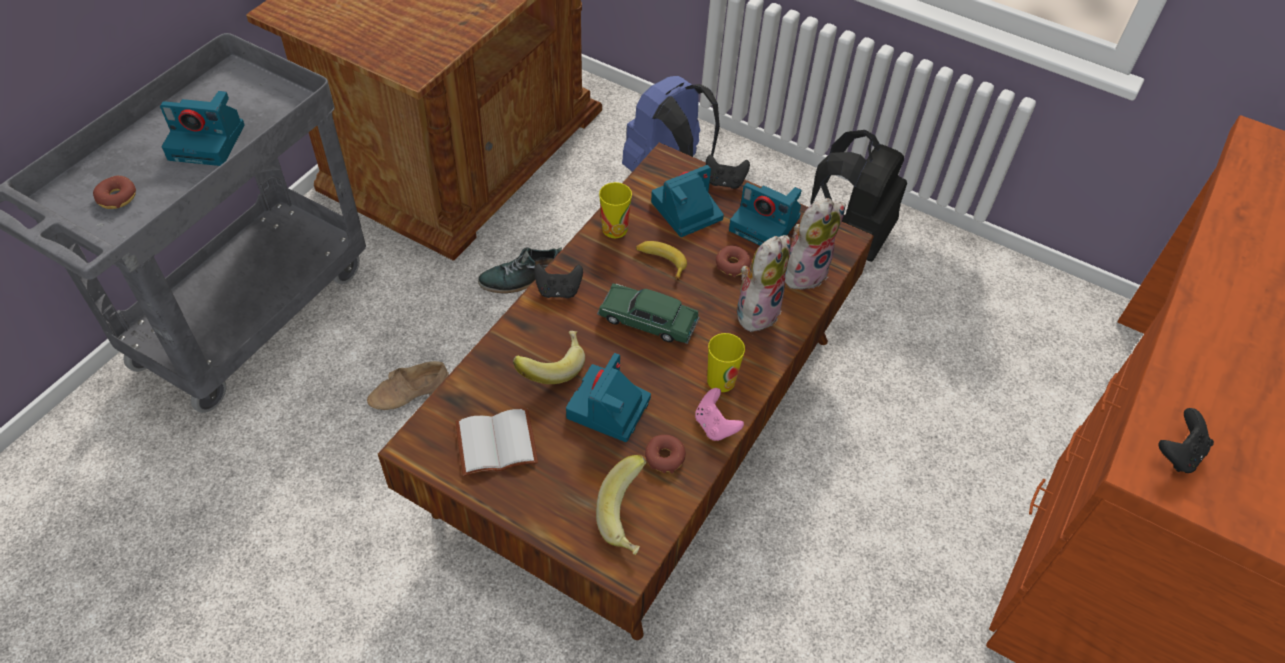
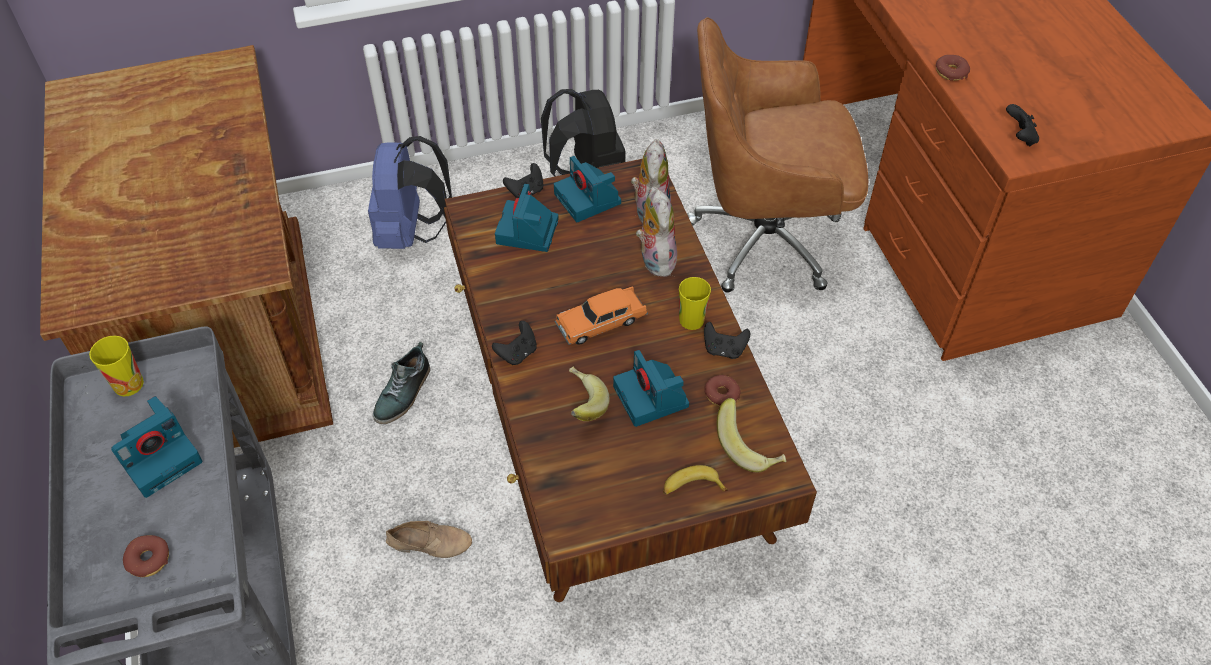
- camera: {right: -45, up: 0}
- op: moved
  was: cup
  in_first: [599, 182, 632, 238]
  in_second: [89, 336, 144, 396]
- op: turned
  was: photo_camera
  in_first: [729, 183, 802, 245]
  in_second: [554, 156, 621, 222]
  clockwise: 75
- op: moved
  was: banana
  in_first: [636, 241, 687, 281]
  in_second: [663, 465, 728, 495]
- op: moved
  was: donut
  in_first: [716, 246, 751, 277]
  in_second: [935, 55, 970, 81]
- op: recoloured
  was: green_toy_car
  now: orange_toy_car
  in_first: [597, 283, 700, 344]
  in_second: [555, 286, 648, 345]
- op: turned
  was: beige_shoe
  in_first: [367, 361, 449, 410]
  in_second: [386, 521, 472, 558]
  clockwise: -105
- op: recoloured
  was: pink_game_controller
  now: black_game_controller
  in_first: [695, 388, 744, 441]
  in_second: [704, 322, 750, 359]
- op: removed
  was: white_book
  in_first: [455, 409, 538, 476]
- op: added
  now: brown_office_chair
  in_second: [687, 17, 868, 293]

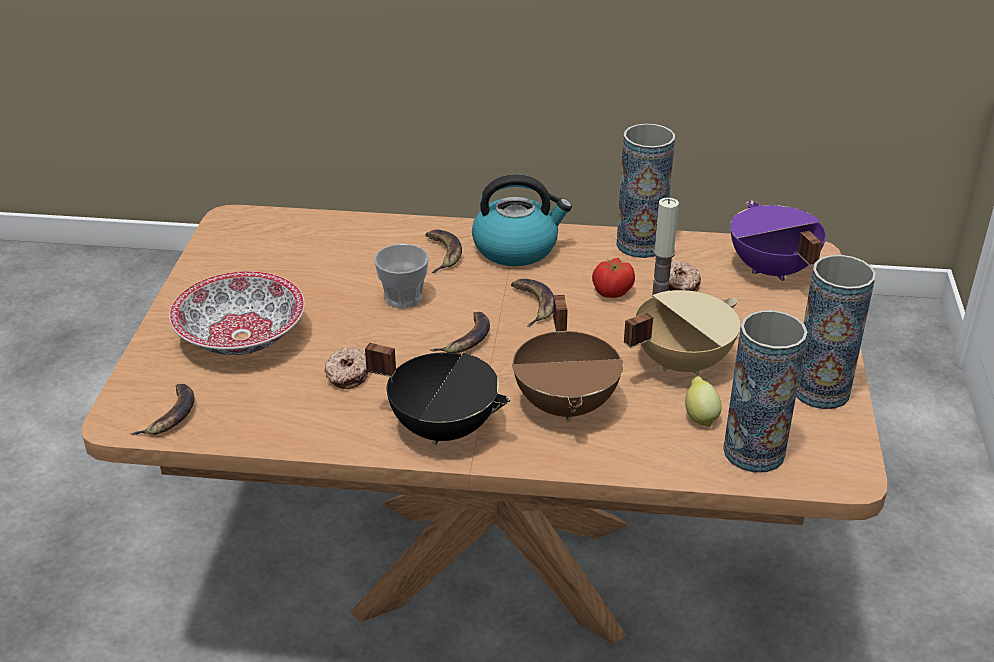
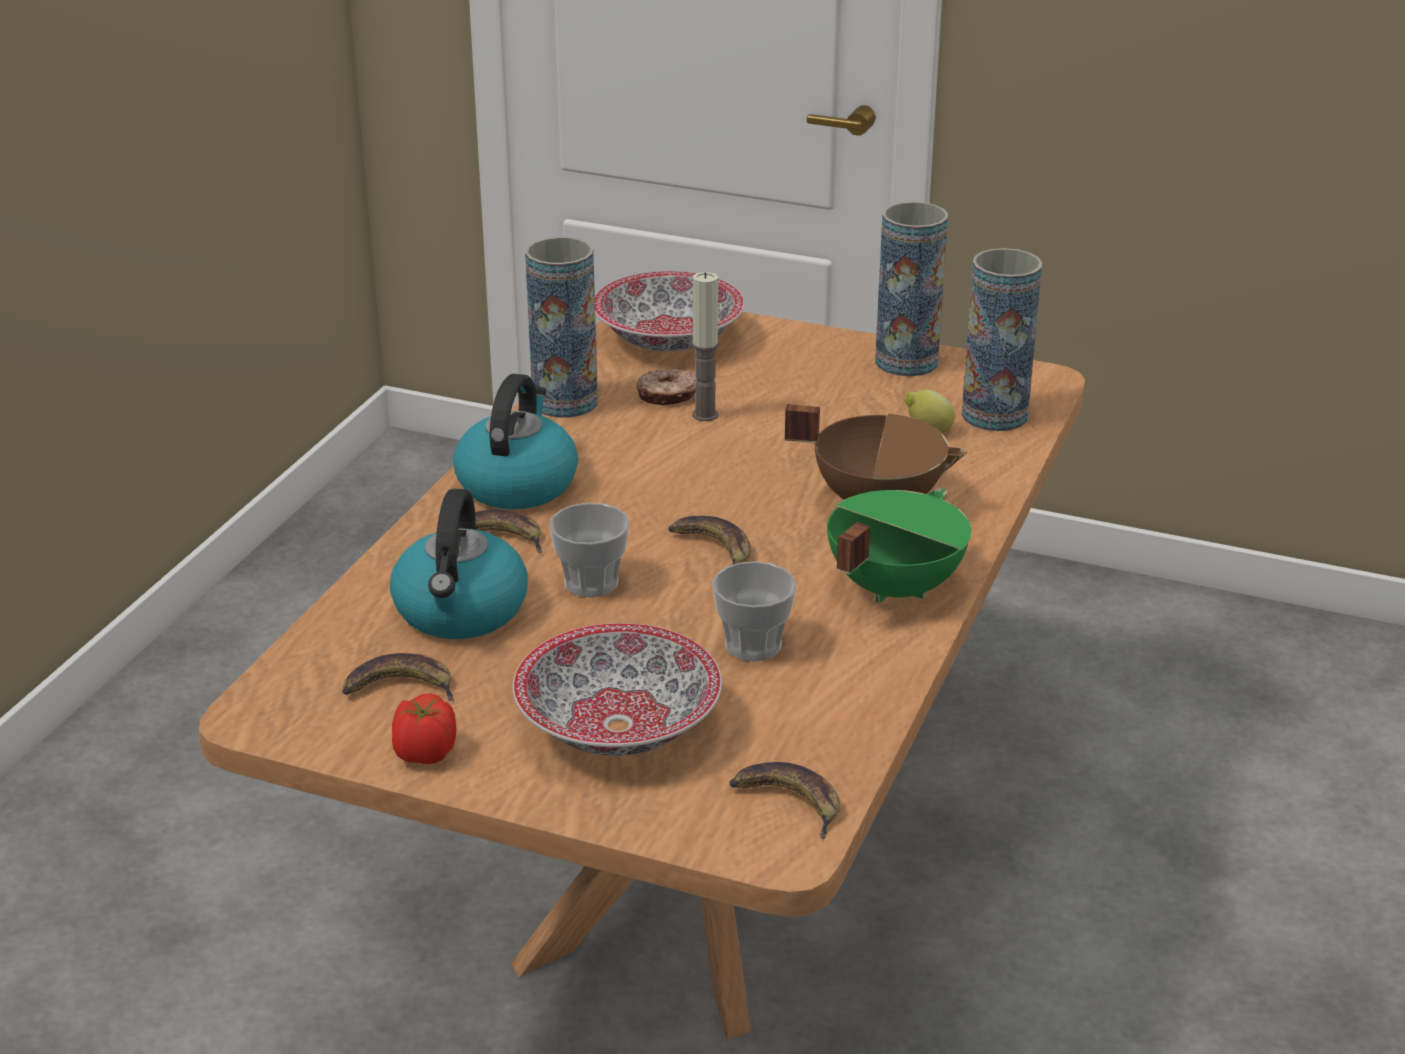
- camera: {right: -75, up: -5}
- op: replaced
  was: purple_cooking_pot
  now: bowl
  in_first: [730, 201, 826, 281]
  in_second: [595, 271, 744, 351]
- op: moved
  was: tomato
  in_first: [592, 258, 635, 298]
  in_second: [392, 693, 456, 764]
- op: moved
  was: banana
  in_first: [511, 279, 554, 327]
  in_second: [342, 653, 454, 701]
- op: removed
  was: beige_cooking_pot
  in_first: [624, 290, 740, 375]
- op: recoloured
  was: black_cooking_pot
  now: green_cooking_pot
  in_first: [365, 343, 510, 445]
  in_second: [827, 488, 971, 603]
- op: replaced
  was: donut
  now: cup
  in_first: [324, 347, 368, 389]
  in_second: [712, 561, 797, 661]
- op: added
  now: kettle
  in_second: [390, 489, 528, 639]

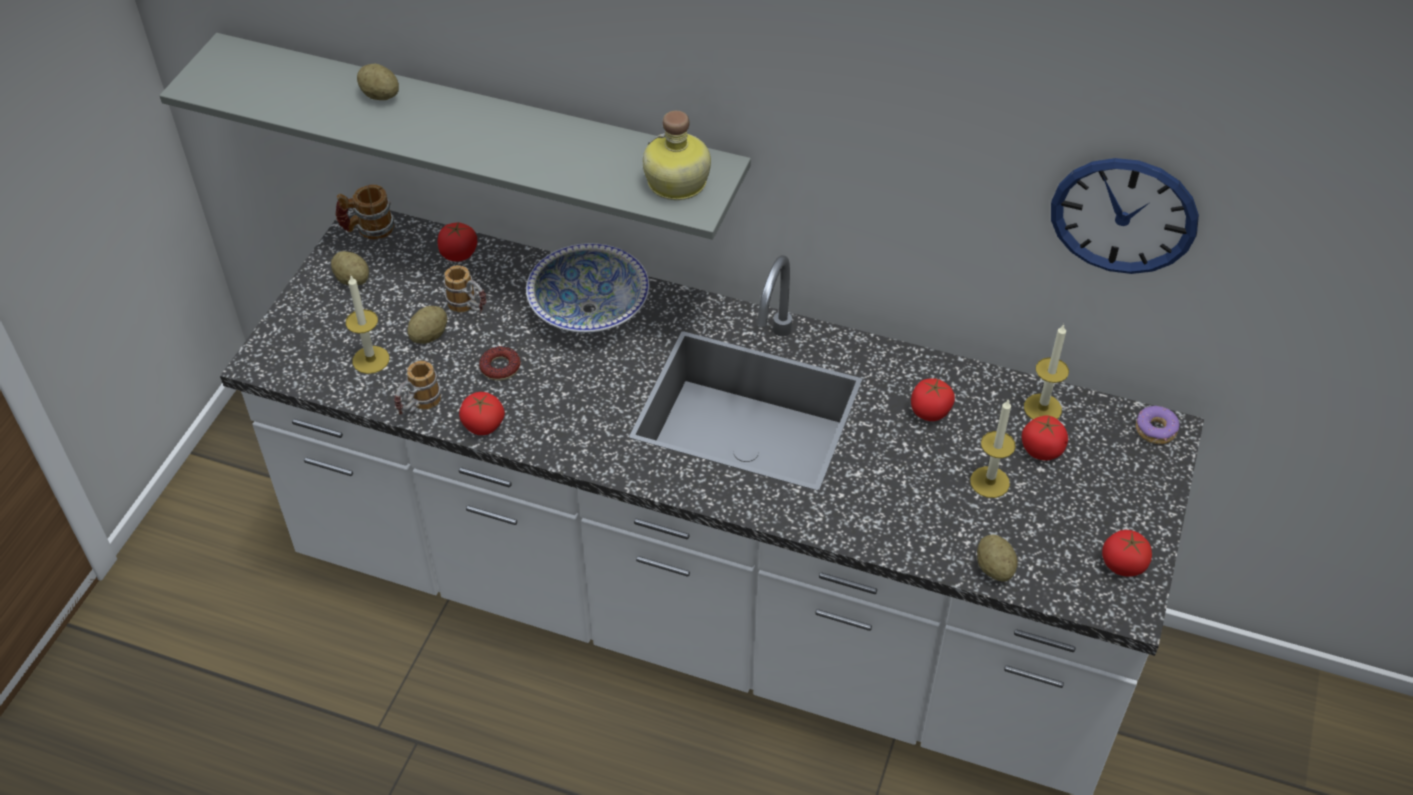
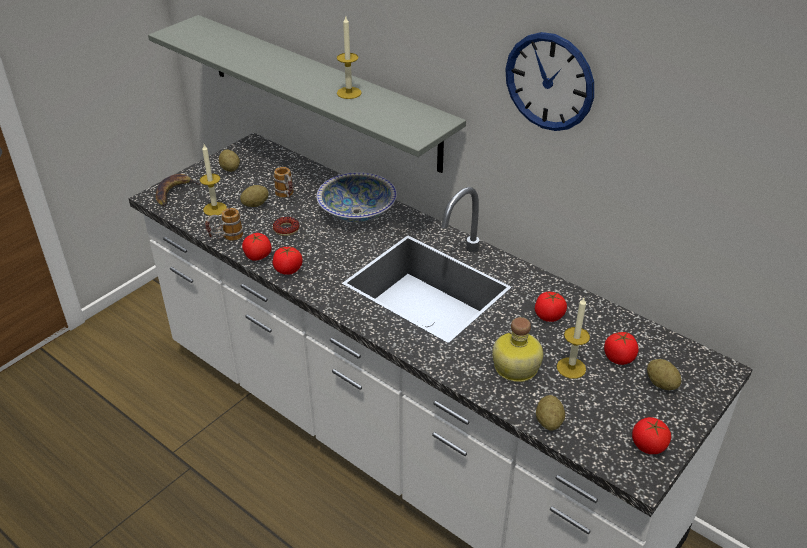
- camera: {right: 20, up: -10}
- op: moved
  was: potato
  in_first: [357, 64, 399, 100]
  in_second: [647, 359, 681, 390]
- op: moved
  was: bottle
  in_first: [643, 111, 711, 200]
  in_second: [492, 317, 543, 382]
- op: moved
  was: wall_clock
  in_first: [1051, 158, 1199, 274]
  in_second: [505, 32, 594, 131]
- op: removed
  was: mug
  in_first: [336, 184, 395, 240]
- op: moved
  was: tomato
  in_first: [438, 222, 477, 262]
  in_second: [272, 247, 303, 275]
- op: moved
  was: candle
  in_first: [1024, 324, 1069, 420]
  in_second: [337, 16, 362, 99]
- op: removed
  was: donut
  in_first: [1136, 406, 1180, 444]
- op: added
  now: banana
  in_second: [156, 174, 202, 206]

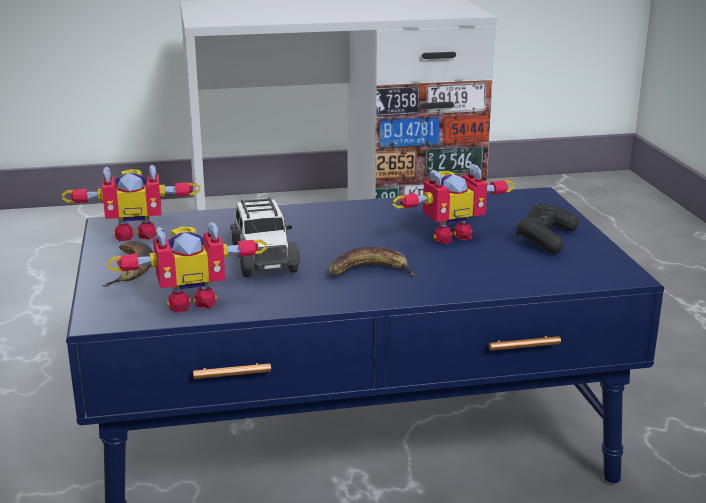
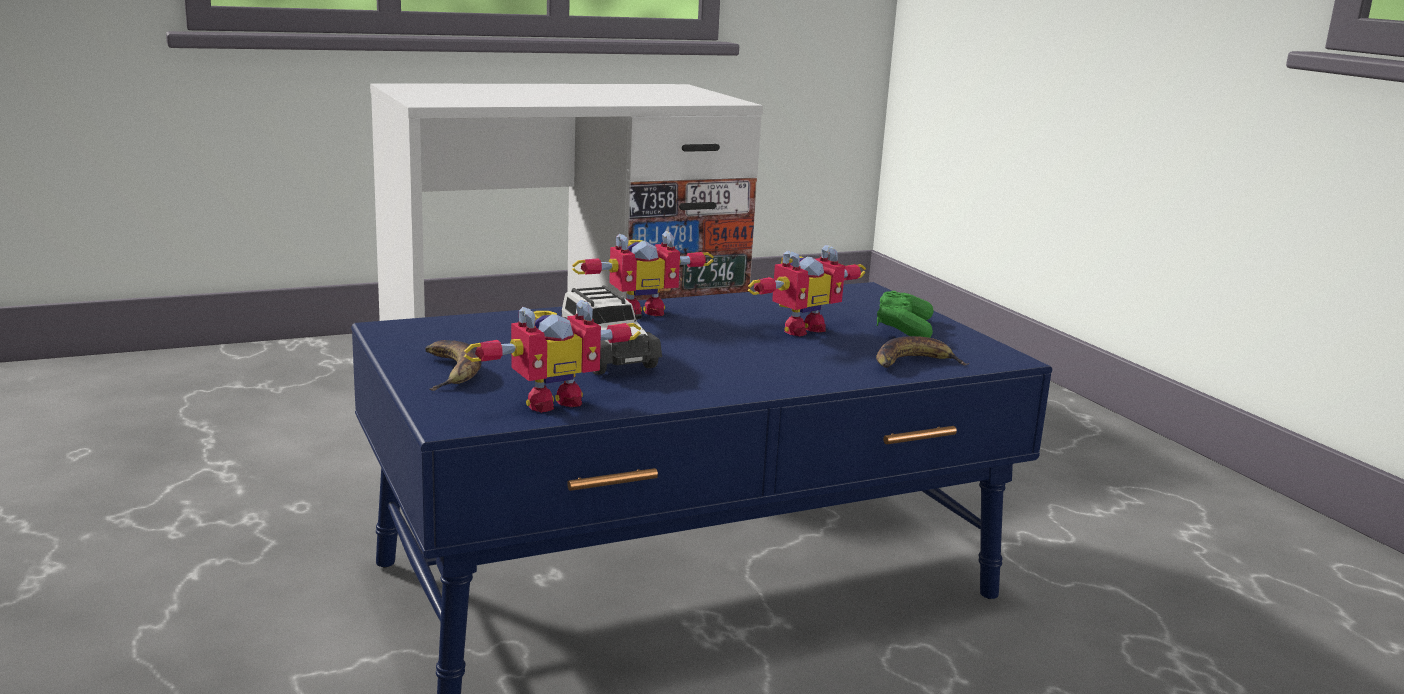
- camera: {right: -15, up: -5}
- op: moved
  was: toy_robot
  in_first: [61, 164, 201, 241]
  in_second: [572, 231, 714, 316]
- op: recoloured
  was: black_game_controller
  now: green_game_controller
  in_first: [517, 203, 579, 253]
  in_second: [877, 291, 934, 338]
- op: moved
  was: banana
  in_first: [329, 247, 416, 276]
  in_second: [876, 336, 969, 368]

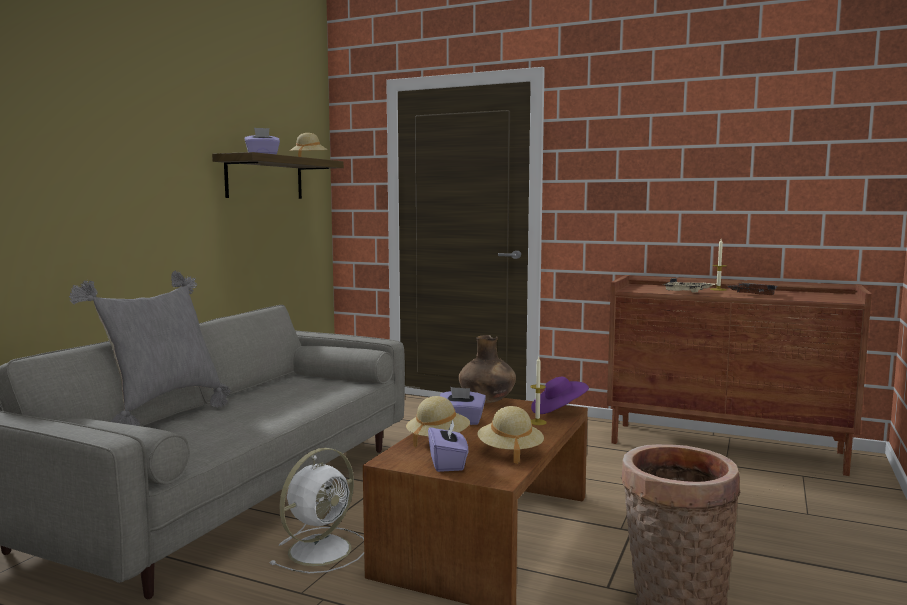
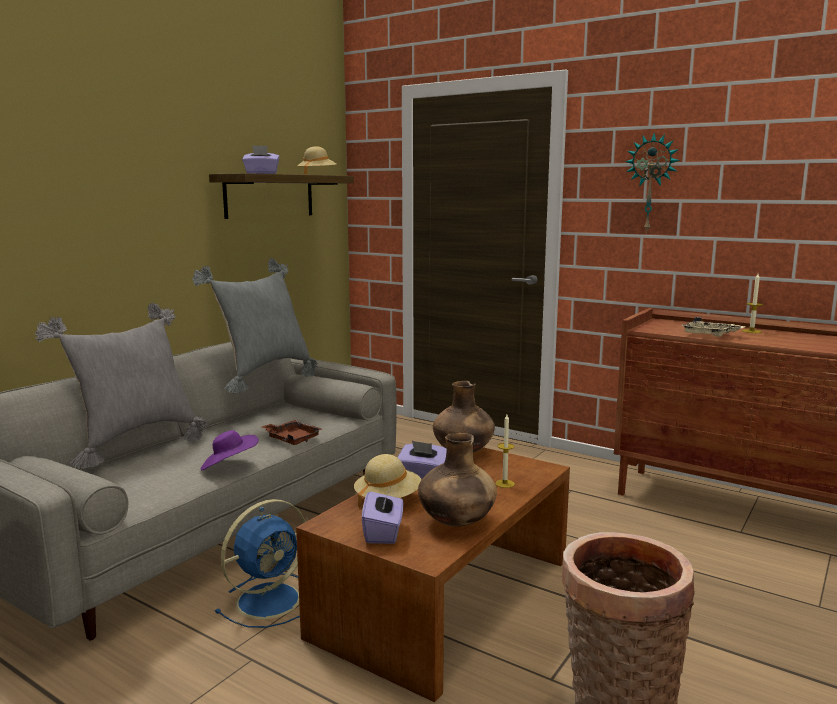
- camera: {right: 10, up: 5}
- op: moved
  was: brown_tray
  in_first: [725, 283, 778, 295]
  in_second: [262, 420, 322, 445]
- op: moved
  was: purple_hat
  in_first: [531, 377, 589, 414]
  in_second: [201, 430, 259, 471]
- op: replaced
  was: beige_hat
  now: brown_vase
  in_first: [478, 406, 544, 464]
  in_second: [418, 433, 497, 526]
- op: recoloured
  was: white_fan
  now: blue_fan
  in_first: [269, 448, 364, 573]
  in_second: [215, 499, 306, 628]
- op: added
  now: wall_clock
  in_second: [625, 133, 680, 233]
- op: added
  now: grey_pillow
  in_second: [192, 258, 318, 394]

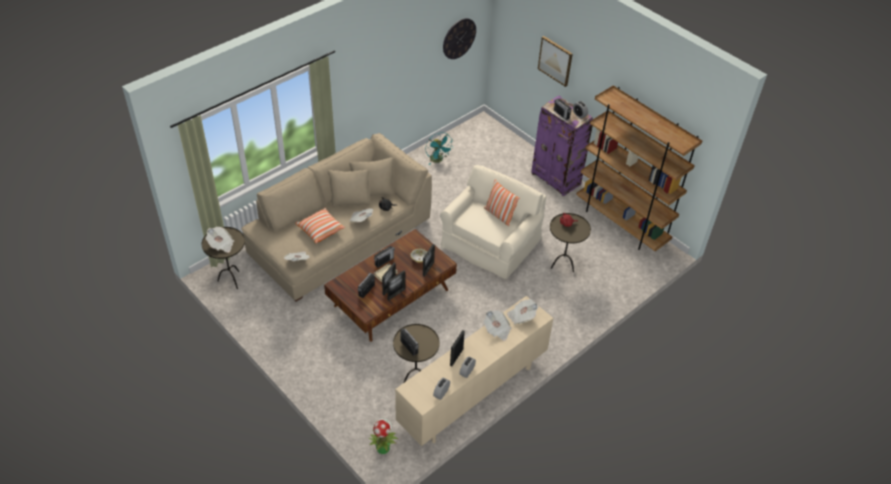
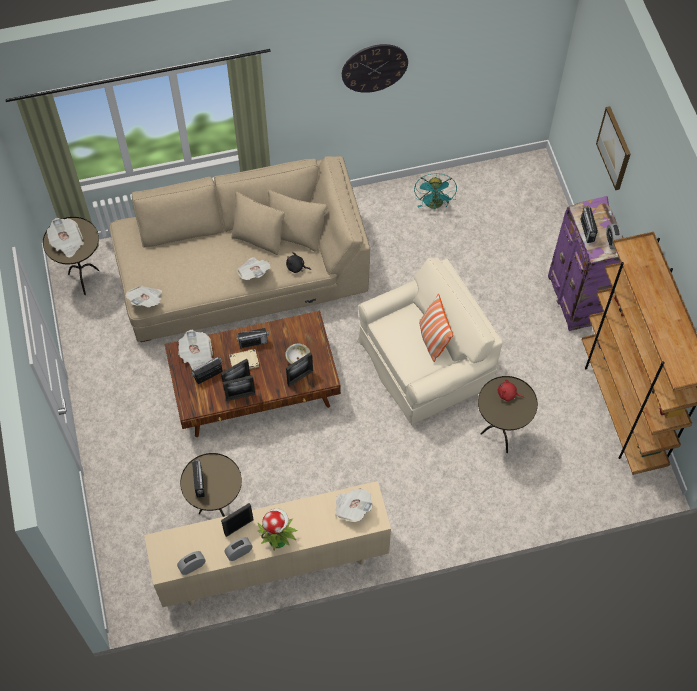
- camera: {right: 30, up: 15}
- op: moved
  was: wall_clock
  in_first: [443, 18, 476, 59]
  in_second: [342, 44, 408, 93]
- op: removed
  was: pillow
  in_first: [295, 208, 345, 243]
- op: moved
  was: newspaper
  in_first: [484, 310, 512, 341]
  in_second: [178, 330, 213, 370]
- op: moved
  was: potted_plant
  in_first: [368, 419, 398, 454]
  in_second: [257, 508, 297, 550]

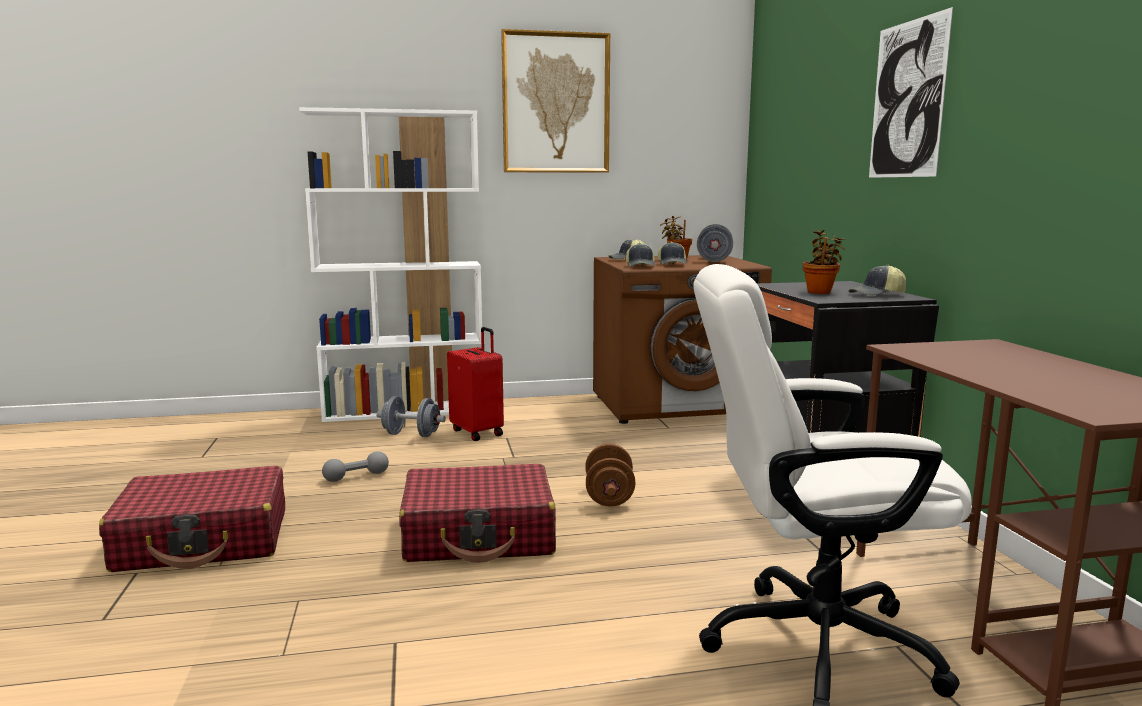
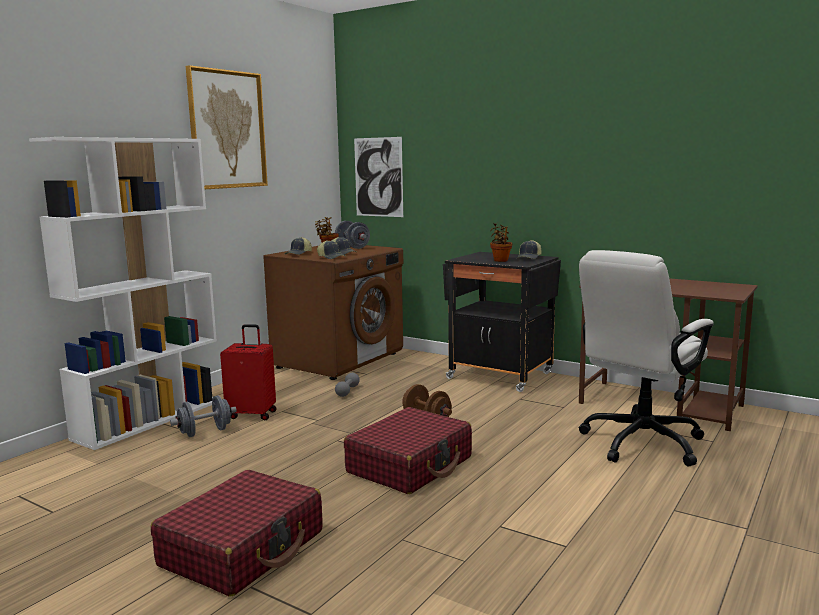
- camera: {right: -45, up: 0}
- op: moved
  was: picture
  in_first: [869, 7, 953, 178]
  in_second: [354, 137, 403, 217]
- op: moved
  was: grey_dumbbell
  in_first: [322, 451, 389, 482]
  in_second: [335, 373, 360, 397]

